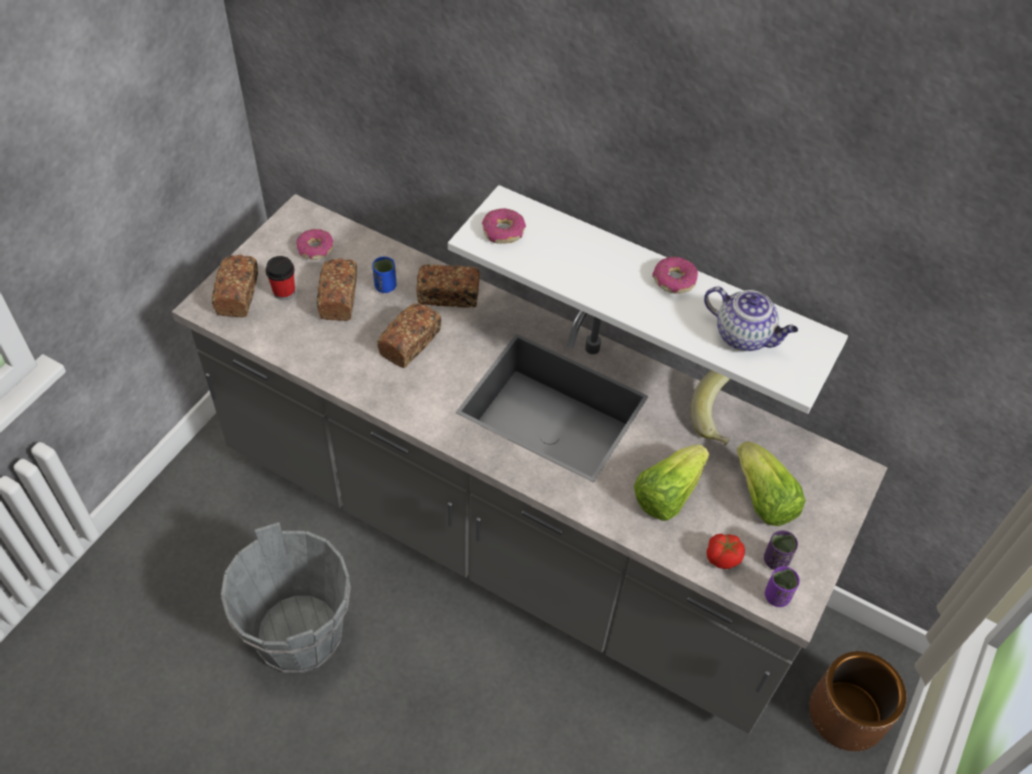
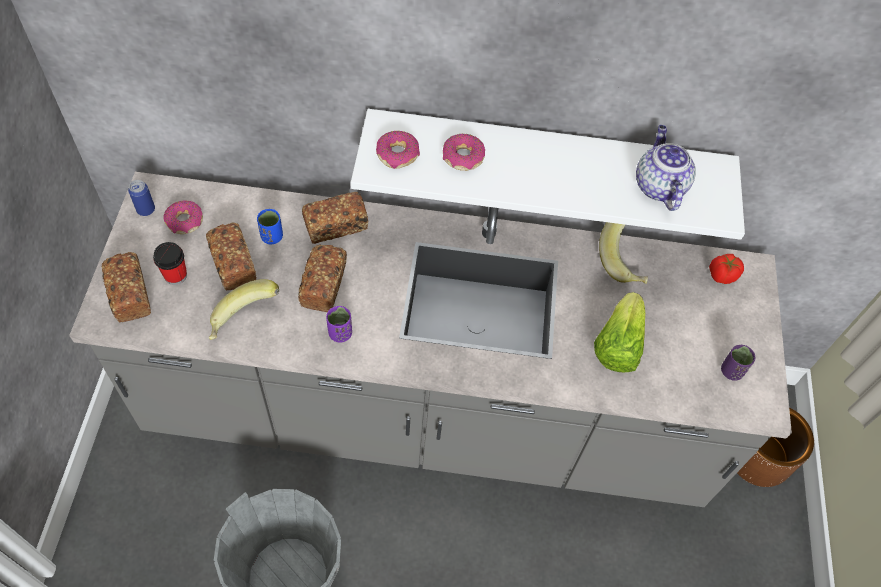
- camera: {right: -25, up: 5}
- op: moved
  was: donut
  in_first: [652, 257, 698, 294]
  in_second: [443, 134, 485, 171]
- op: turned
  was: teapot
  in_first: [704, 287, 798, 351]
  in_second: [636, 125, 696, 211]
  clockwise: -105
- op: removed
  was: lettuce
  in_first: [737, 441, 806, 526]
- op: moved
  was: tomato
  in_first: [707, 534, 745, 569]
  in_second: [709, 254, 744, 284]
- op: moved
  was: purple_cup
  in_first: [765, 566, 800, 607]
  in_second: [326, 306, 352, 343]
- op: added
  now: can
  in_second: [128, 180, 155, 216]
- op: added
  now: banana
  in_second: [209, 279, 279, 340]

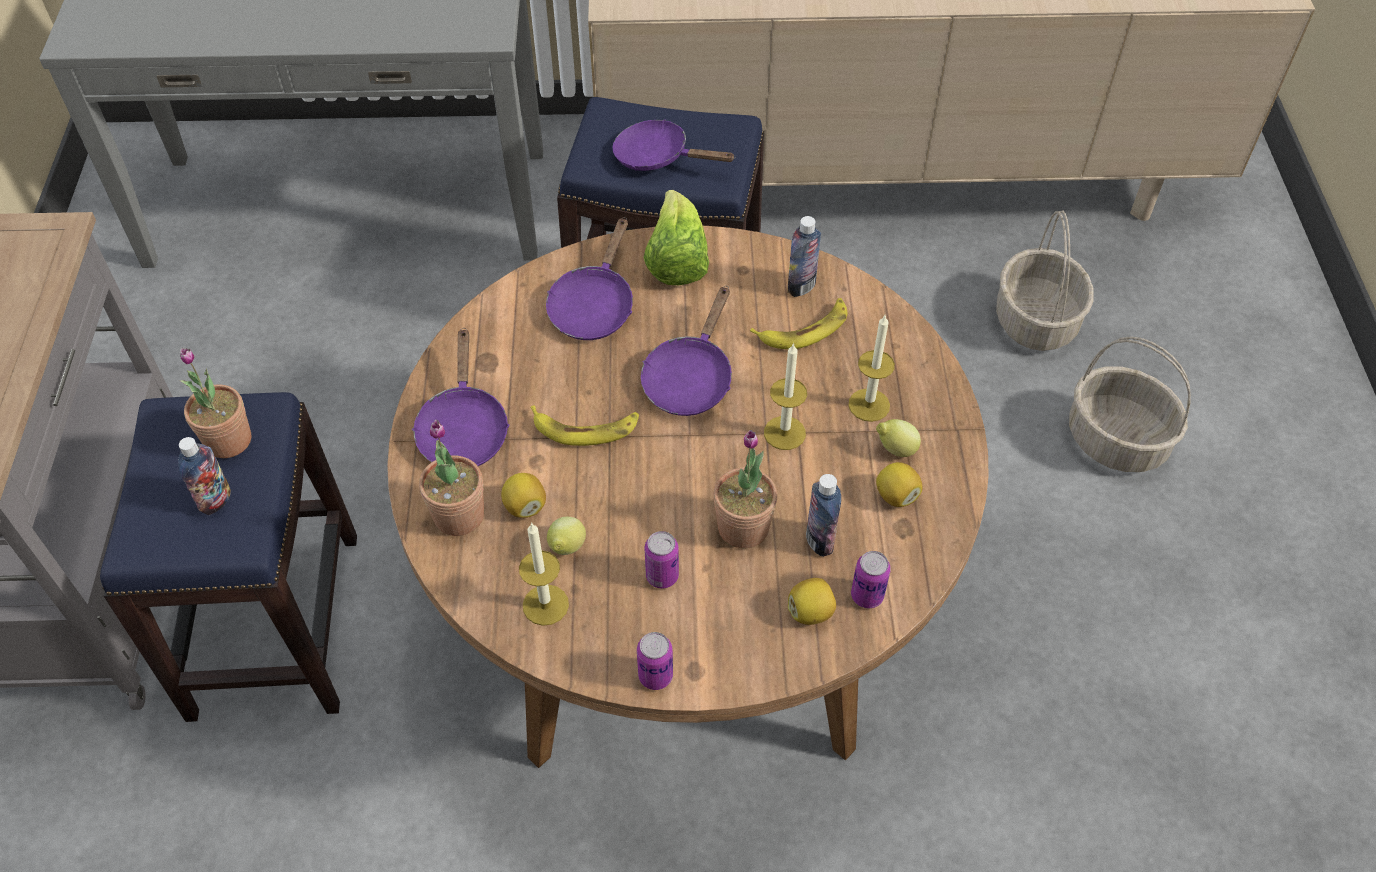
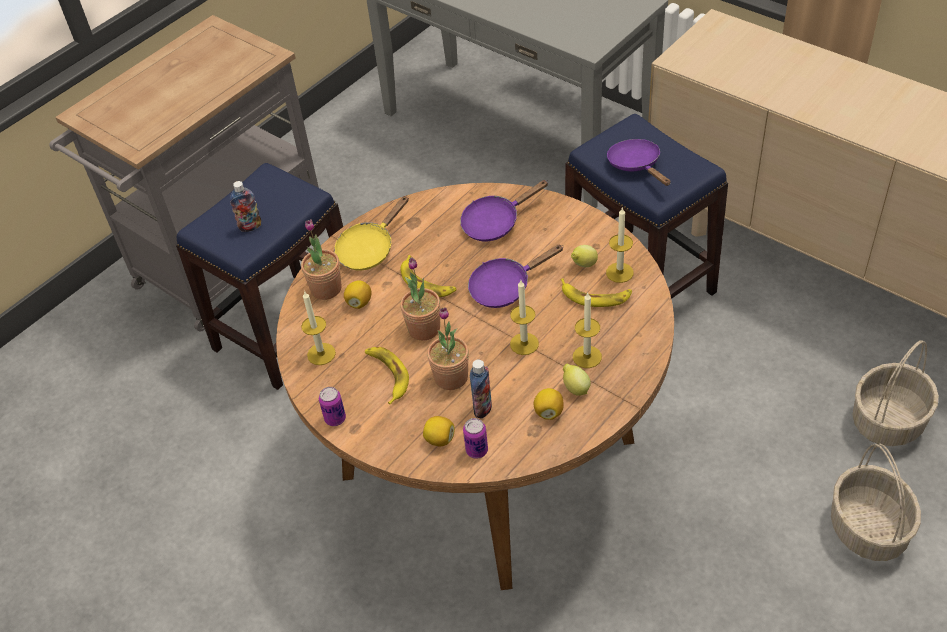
- camera: {right: 45, up: -5}
- op: removed
  was: lettuce
  in_first: [643, 190, 709, 285]
- op: replaced
  was: bottle
  now: candle
  in_first: [787, 216, 821, 297]
  in_second: [606, 207, 634, 283]
- op: recoloured
  was: purple_frying_pan
  now: yellow_frying_pan
  in_first: [411, 328, 510, 466]
  in_second: [334, 196, 409, 271]
- op: moved
  was: potted_plant
  in_first: [180, 348, 252, 458]
  in_second: [400, 257, 440, 340]
- op: moved
  was: lemon
  in_first: [547, 517, 586, 555]
  in_second: [571, 245, 598, 267]
- op: replaced
  was: can
  now: banana
  in_first: [645, 531, 679, 588]
  in_second: [365, 347, 409, 404]

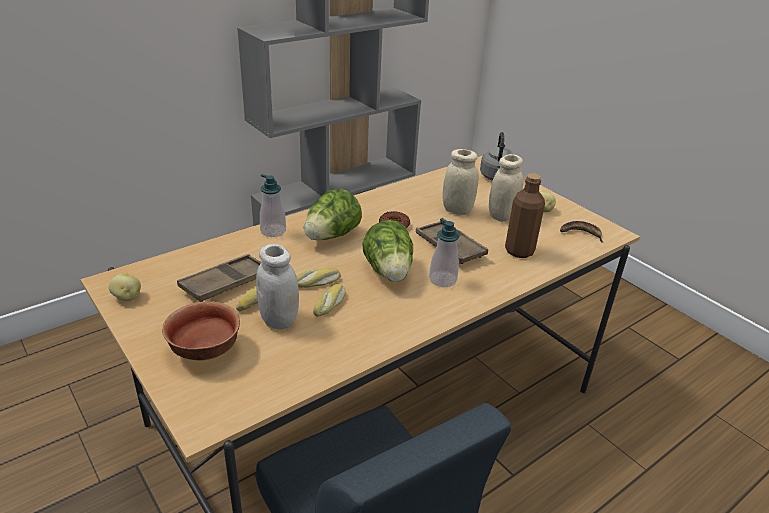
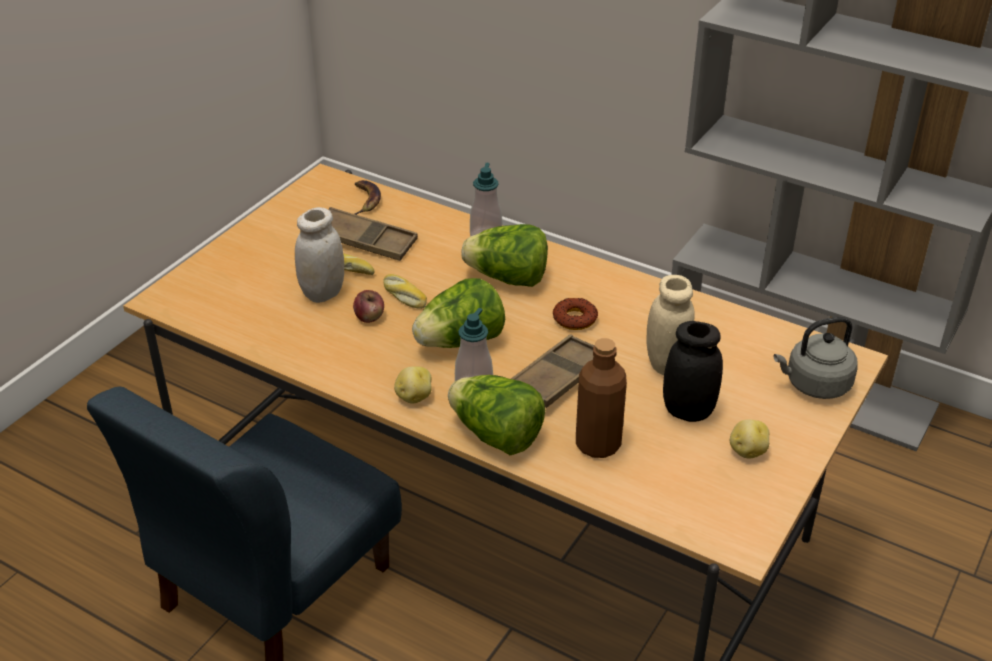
- camera: {right: 70, up: 5}
- op: recoloured
  was: beige_jar
  now: black_jar
  in_first: [489, 154, 523, 222]
  in_second: [663, 321, 723, 422]
- op: moved
  was: banana
  in_first: [560, 221, 604, 243]
  in_second: [354, 180, 381, 215]
- op: moved
  was: potato
  in_first: [109, 273, 141, 301]
  in_second: [394, 367, 431, 403]
- op: replaced
  was: bread
  now: apple
  in_first: [313, 284, 346, 317]
  in_second: [353, 290, 384, 323]
- op: removed
  was: bowl
  in_first: [162, 301, 240, 361]
- op: added
  now: lettuce
  in_second: [448, 375, 545, 455]

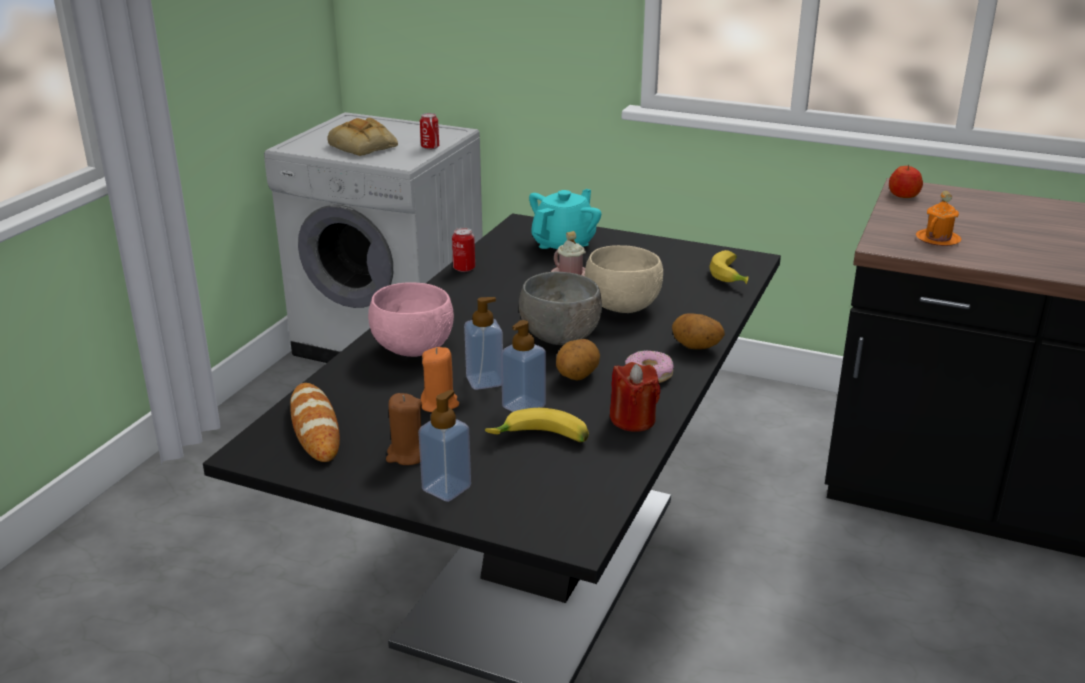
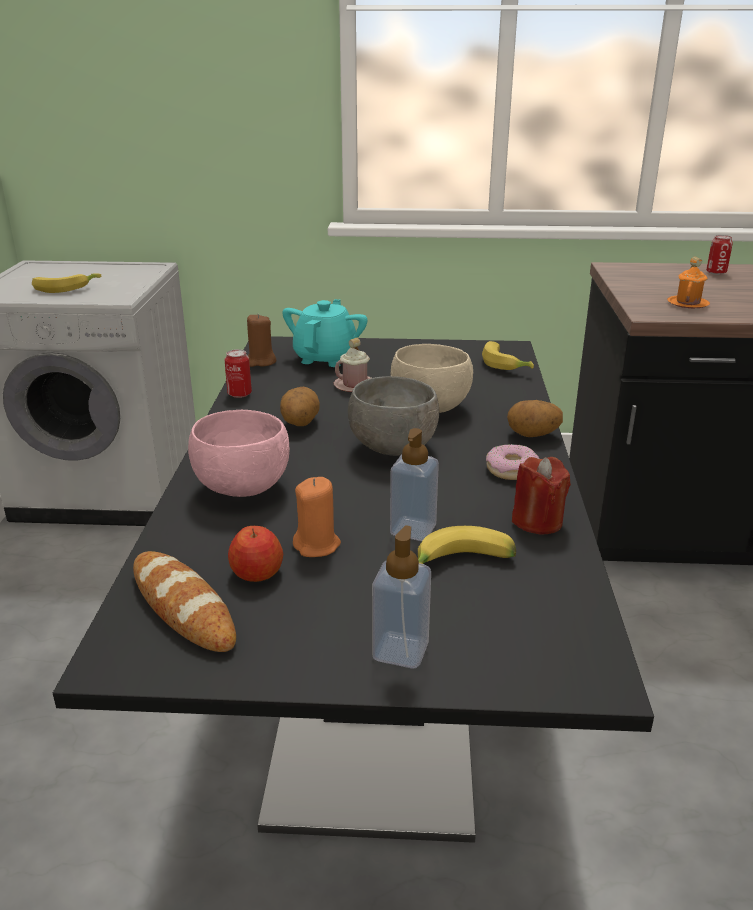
- camera: {right: -20, up: 0}
- op: moved
  was: can
  in_first: [420, 113, 439, 150]
  in_second: [706, 235, 733, 275]
- op: replaced
  was: bread
  now: banana
  in_first: [327, 118, 398, 156]
  in_second: [32, 273, 101, 293]
- op: moved
  was: apple
  in_first: [889, 165, 923, 198]
  in_second: [228, 526, 283, 582]
- op: removed
  was: soap_dispenser
  in_first: [464, 297, 503, 390]
- op: moved
  was: potato
  in_first: [556, 339, 600, 381]
  in_second: [280, 387, 320, 426]
- op: moved
  was: brown_candle
  in_first: [386, 393, 422, 465]
  in_second: [247, 314, 276, 367]

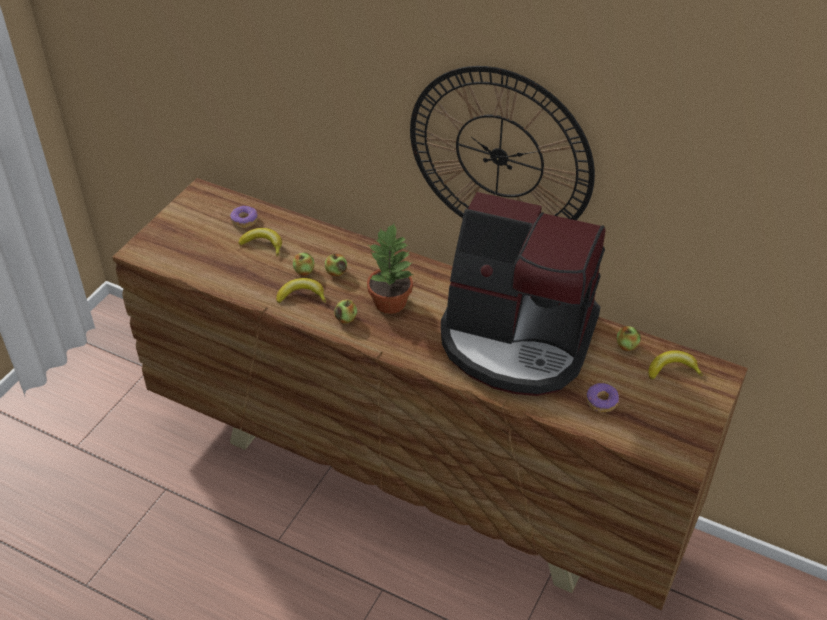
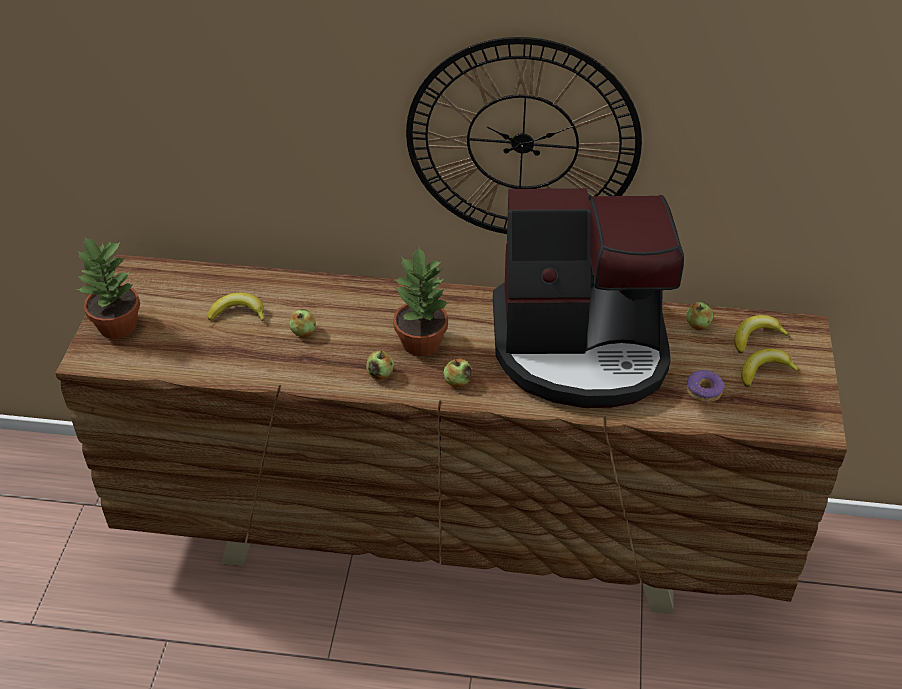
- camera: {right: -20, up: 0}
- op: removed
  was: donut
  in_first: [230, 206, 258, 228]
- op: moved
  was: apple
  in_first: [325, 254, 347, 276]
  in_second: [443, 358, 472, 388]
- op: moved
  was: banana
  in_first: [276, 278, 326, 303]
  in_second: [741, 348, 801, 387]
- op: added
  now: potted_plant
  in_second: [76, 236, 140, 339]

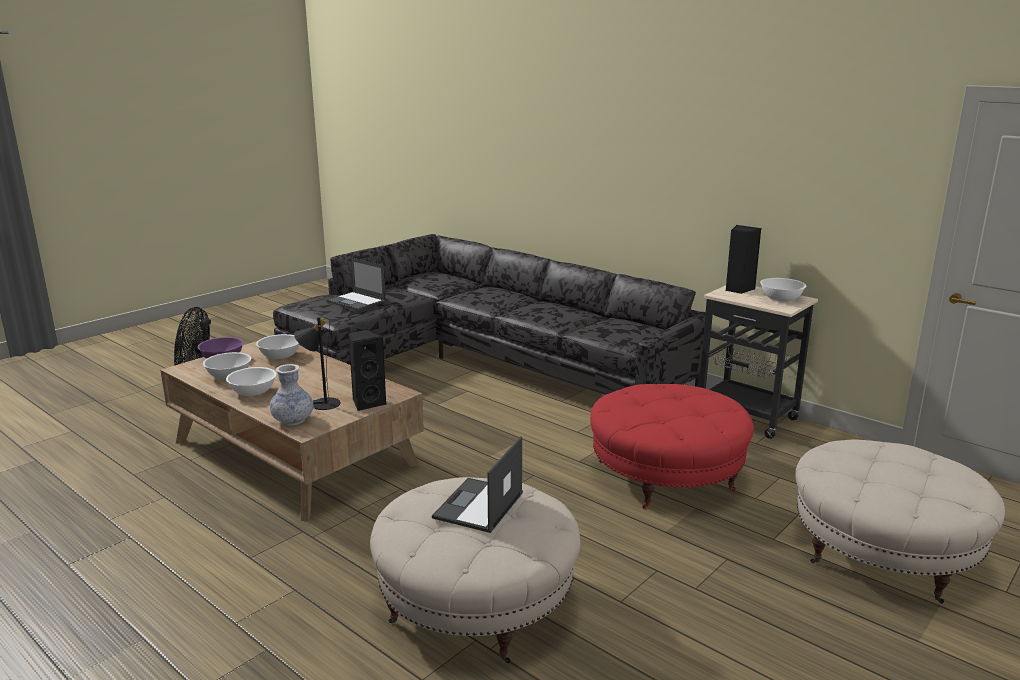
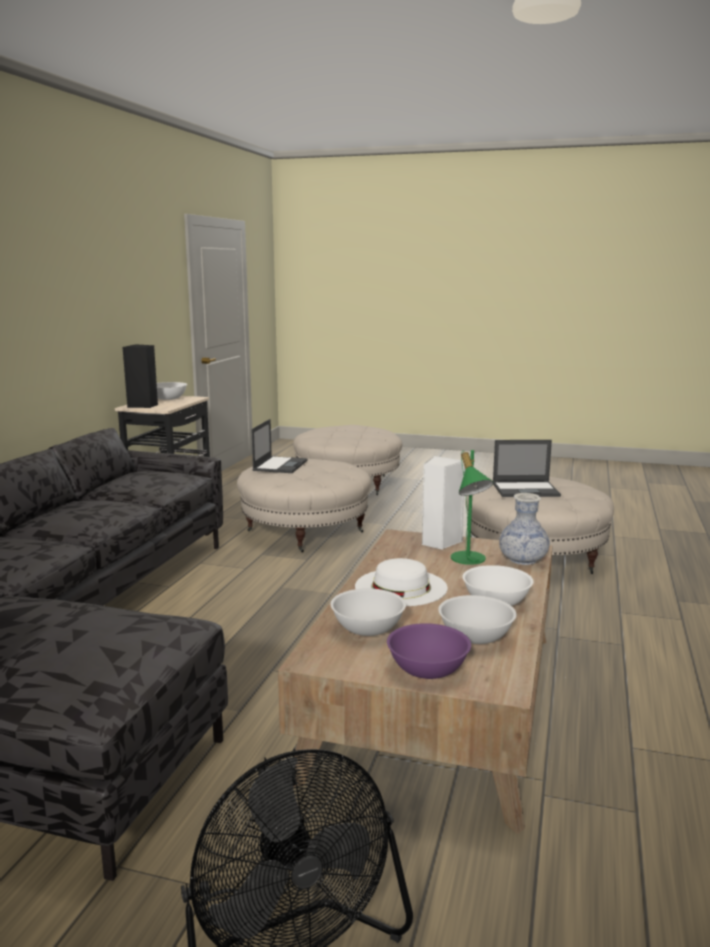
- camera: {right: -115, up: -5}
- op: moved
  was: laptop
  in_first: [326, 258, 386, 311]
  in_second: [251, 419, 308, 473]
- op: recoloured
  was: black_table_lamp
  now: green_table_lamp
  in_first: [294, 317, 341, 410]
  in_second: [451, 450, 494, 565]
- op: recoloured
  was: black_speaker
  now: white_speaker
  in_first: [348, 329, 386, 411]
  in_second: [422, 456, 465, 550]
- op: recoloured
  was: red_ottoman
  now: beige_ottoman
  in_first: [590, 384, 754, 509]
  in_second: [237, 459, 371, 552]
- op: added
  now: white_hat
  in_second: [355, 558, 448, 606]

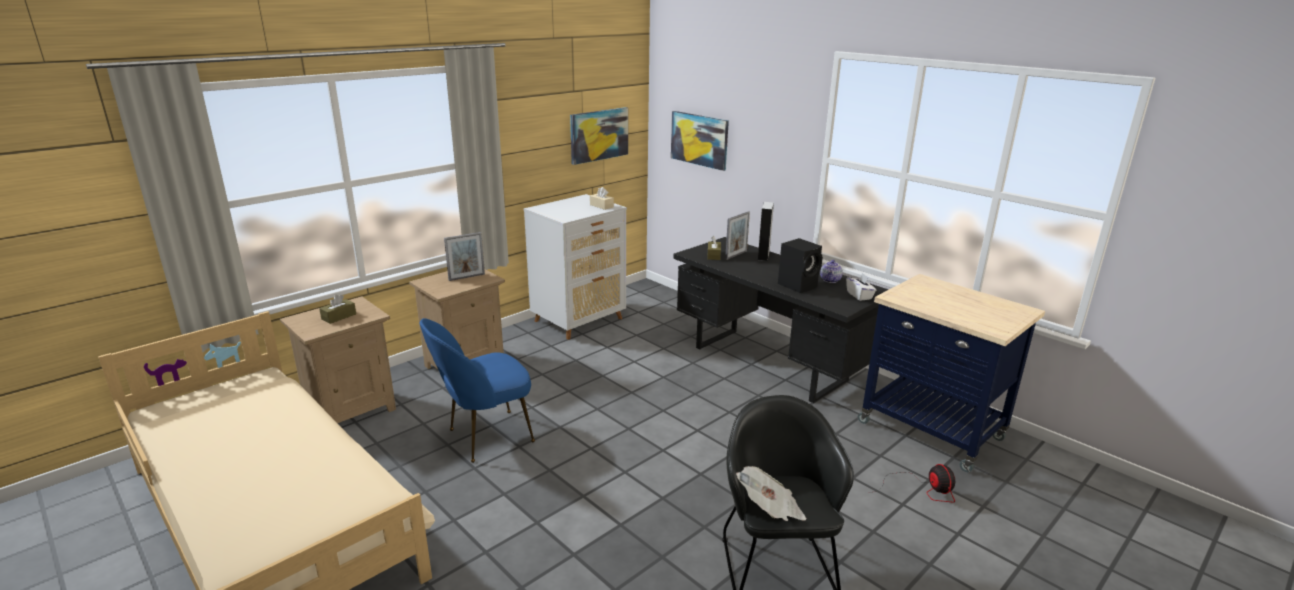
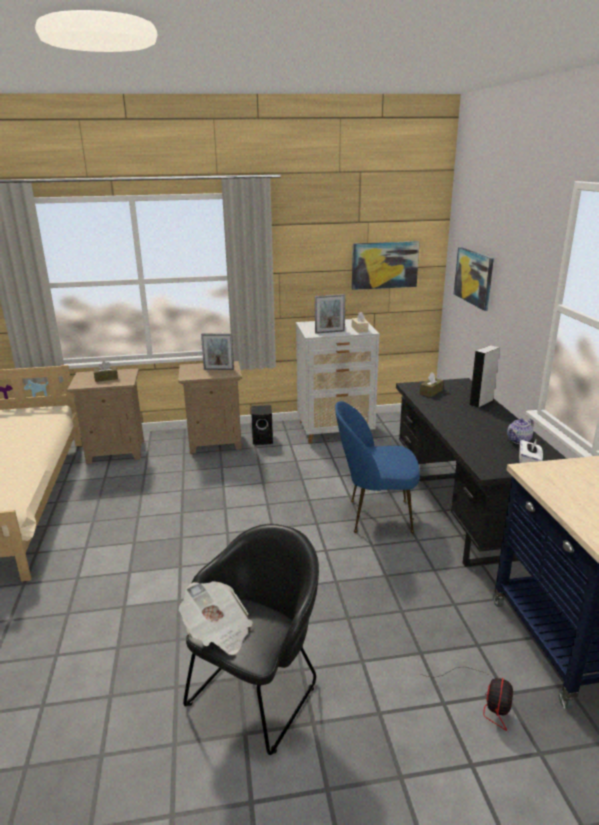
- camera: {right: 35, up: 0}
- op: moved
  was: picture_frame
  in_first: [725, 211, 750, 260]
  in_second: [315, 294, 346, 334]
- op: moved
  was: black_speaker
  in_first: [778, 238, 823, 293]
  in_second: [251, 405, 273, 445]
- op: moved
  was: blue_chair
  in_first: [420, 318, 535, 463]
  in_second: [335, 401, 420, 533]

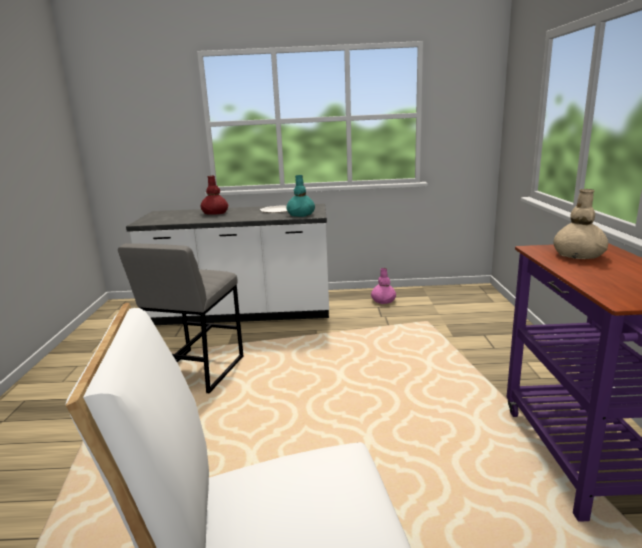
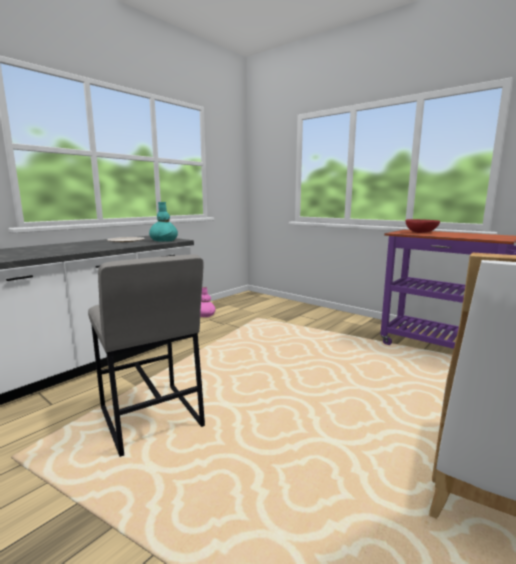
- camera: {right: -50, up: -5}
- op: removed
  was: red_vase
  in_first: [200, 176, 228, 215]
- op: replaced
  was: beige_vase
  now: red_bowl
  in_first: [553, 189, 608, 259]
  in_second: [405, 219, 440, 233]

